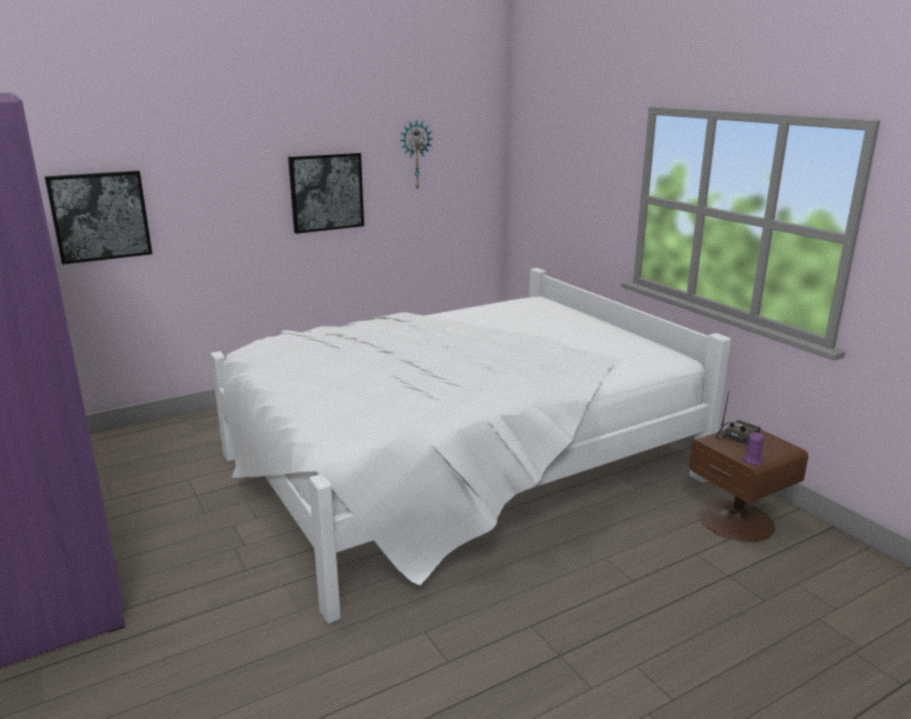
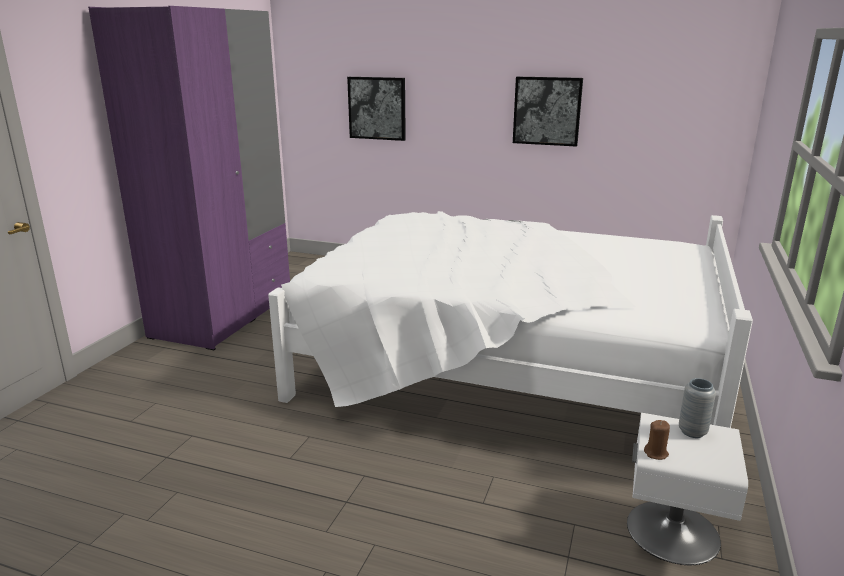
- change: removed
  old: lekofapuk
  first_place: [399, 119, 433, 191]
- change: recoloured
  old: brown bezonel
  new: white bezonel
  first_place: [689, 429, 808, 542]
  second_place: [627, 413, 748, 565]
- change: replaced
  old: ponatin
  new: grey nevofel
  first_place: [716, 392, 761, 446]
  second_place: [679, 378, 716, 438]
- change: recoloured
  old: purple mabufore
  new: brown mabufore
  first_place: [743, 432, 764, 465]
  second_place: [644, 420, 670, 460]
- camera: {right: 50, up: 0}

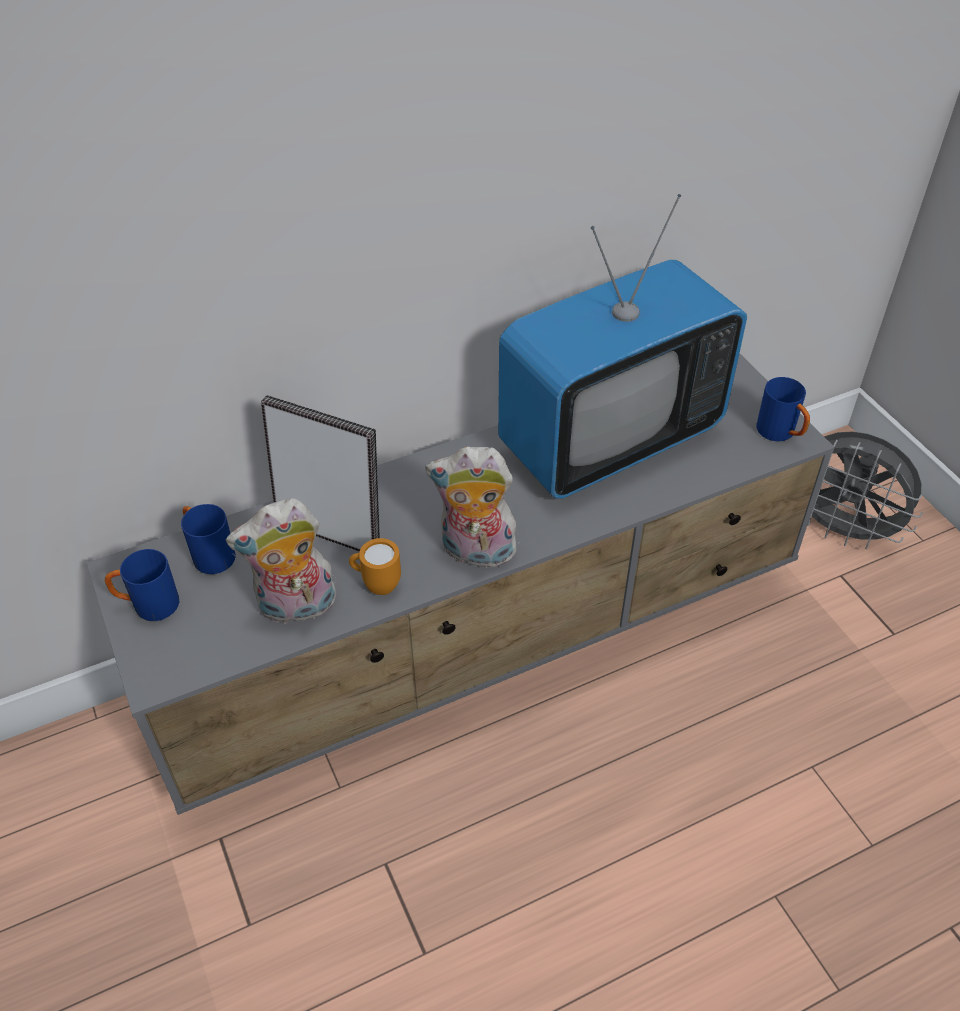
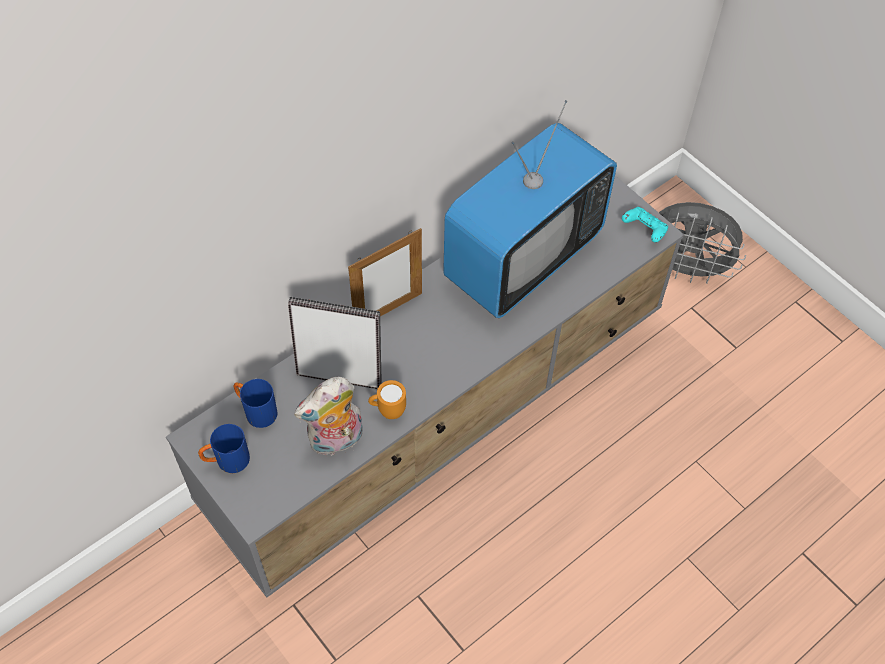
- change: removed
  old: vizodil
  first_place: [425, 447, 517, 568]
- change: replaced
  old: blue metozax
  new: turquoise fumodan
  first_place: [756, 377, 810, 442]
  second_place: [622, 207, 668, 242]
- change: added
  new: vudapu
  second_place: [348, 228, 422, 316]
- camera: {right: -15, up: 10}

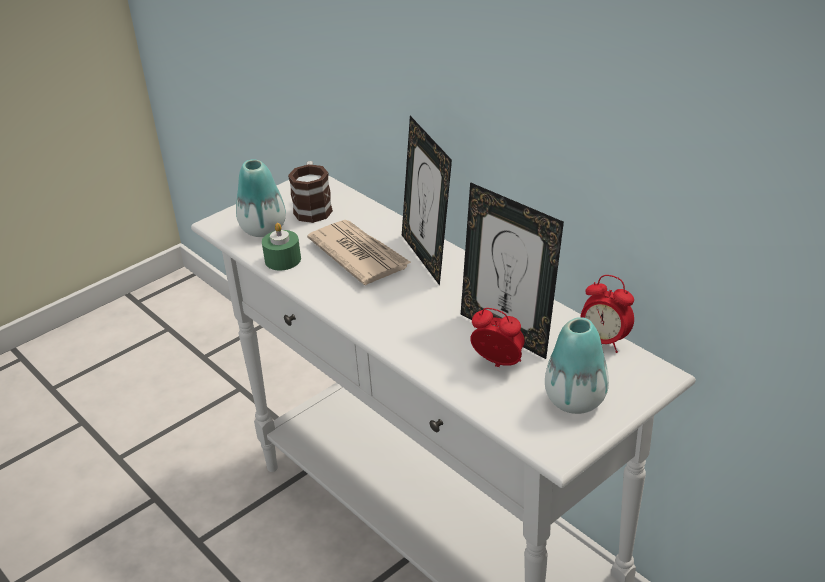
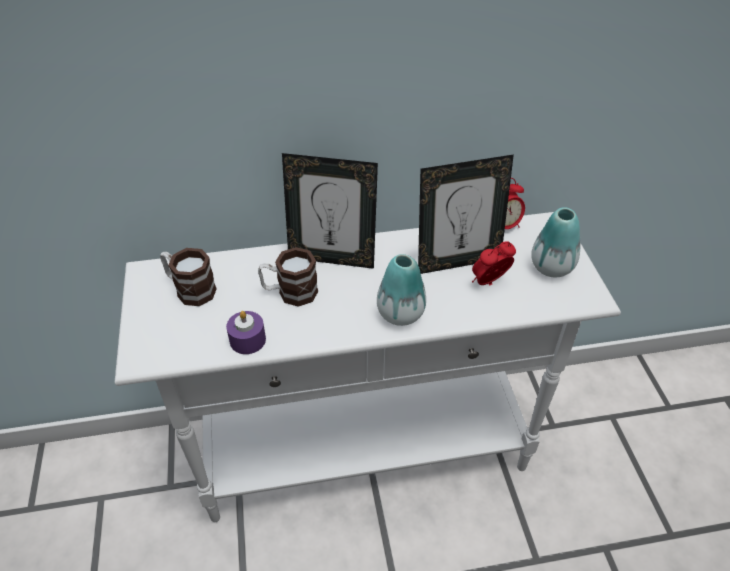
- change: moved
  old: nevofel
  first_place: [236, 159, 286, 237]
  second_place: [377, 254, 426, 326]
- change: recoloured
  old: green mabufore
  new: purple mabufore
  first_place: [262, 223, 301, 270]
  second_place: [226, 311, 266, 354]
- change: replaced
  old: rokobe
  new: metozax
  first_place: [307, 220, 412, 285]
  second_place: [258, 247, 318, 307]
- camera: {right: -60, up: 10}

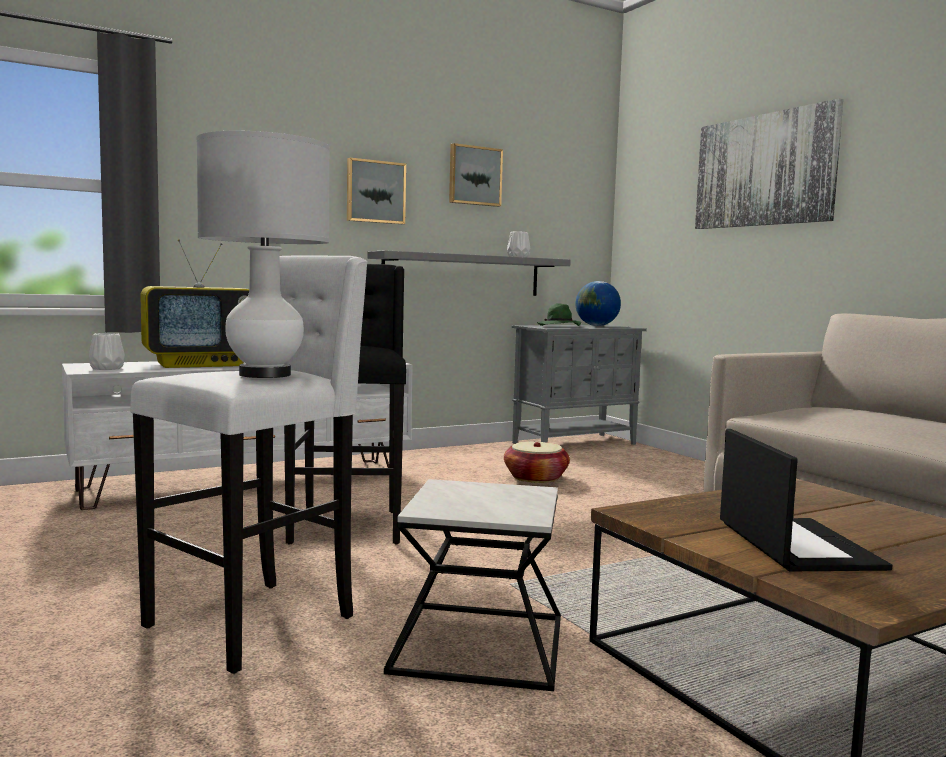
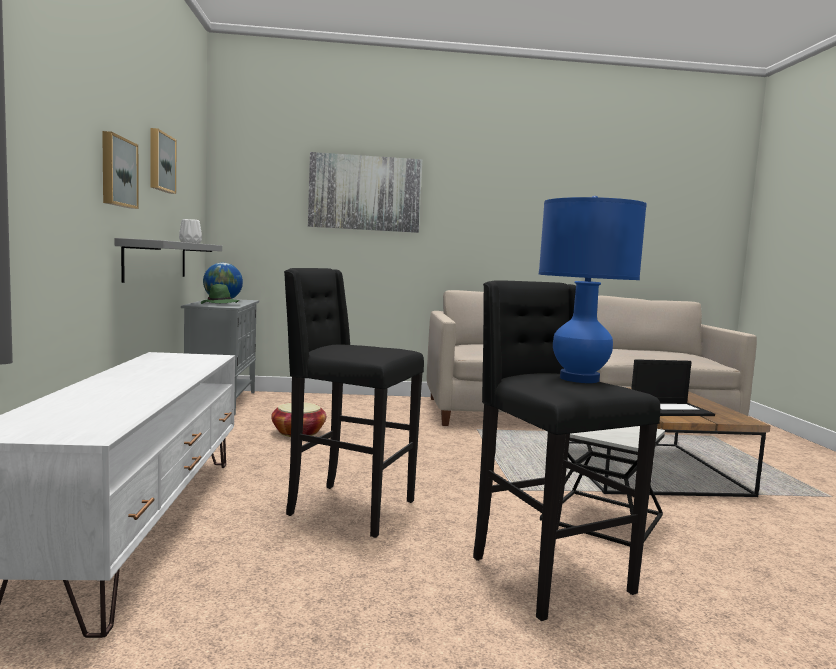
- change: removed
  old: white nevofel
  first_place: [89, 333, 125, 370]
- change: recoloured
  old: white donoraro
  new: black donoraro
  first_place: [130, 256, 368, 674]
  second_place: [473, 280, 660, 621]
- change: removed
  old: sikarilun
  first_place: [140, 239, 249, 368]
- change: recoloured
  old: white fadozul
  new: blue fadozul
  first_place: [197, 131, 330, 378]
  second_place: [539, 196, 647, 383]
- change: turned
  old: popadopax
  first_place: [720, 429, 892, 571]
  second_place: [631, 359, 715, 416]
  degrees: 150
- camera: {right: -65, up: 0}

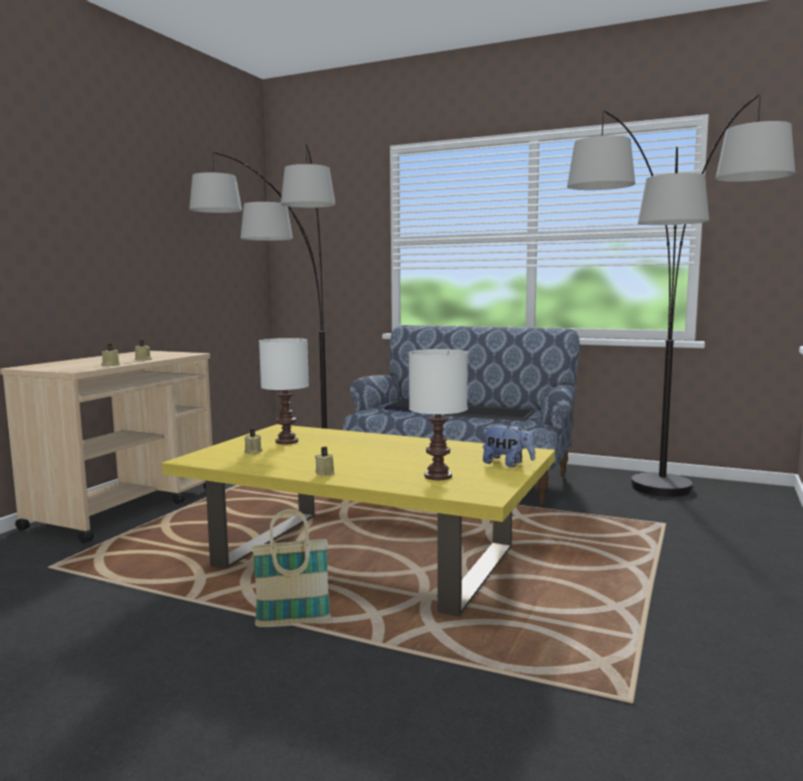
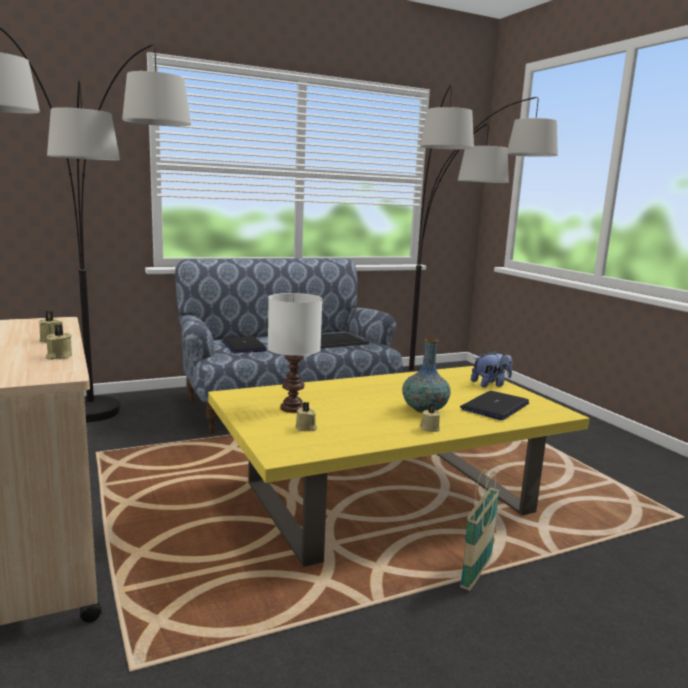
- change: replaced
  old: white fadozul
  new: popadopax
  first_place: [409, 349, 468, 480]
  second_place: [460, 391, 530, 420]
- change: added
  new: nevofel
  second_place: [402, 338, 451, 413]
- camera: {right: -50, up: 5}

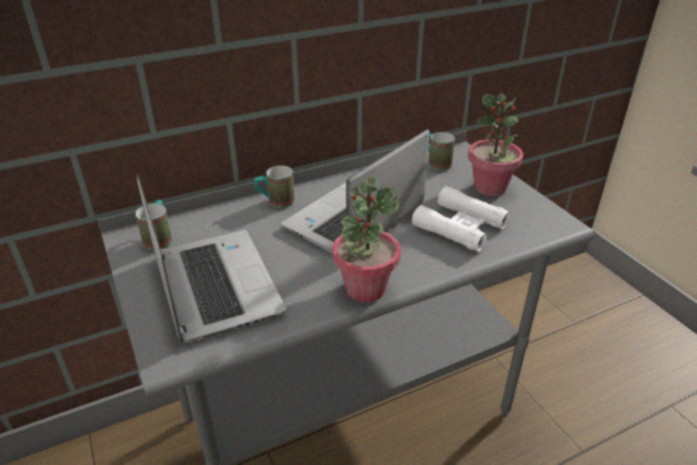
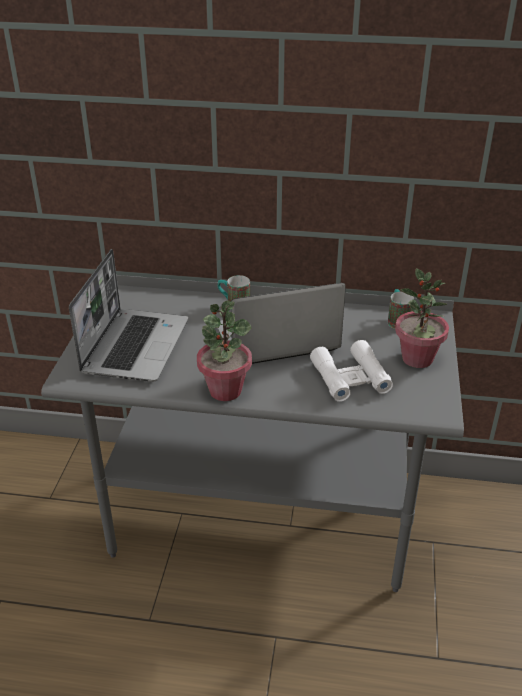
- change: removed
  old: metozax
  first_place: [136, 200, 172, 251]
- camera: {right: 35, up: 0}

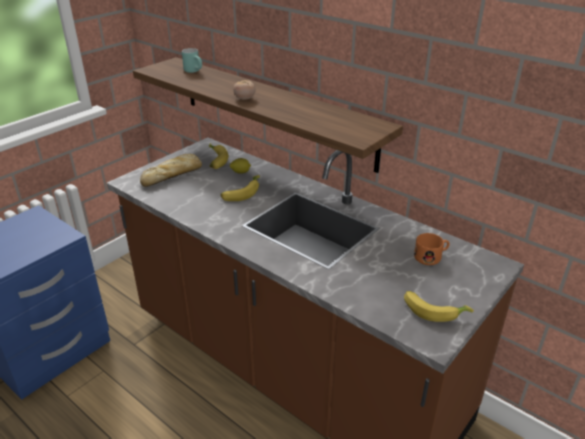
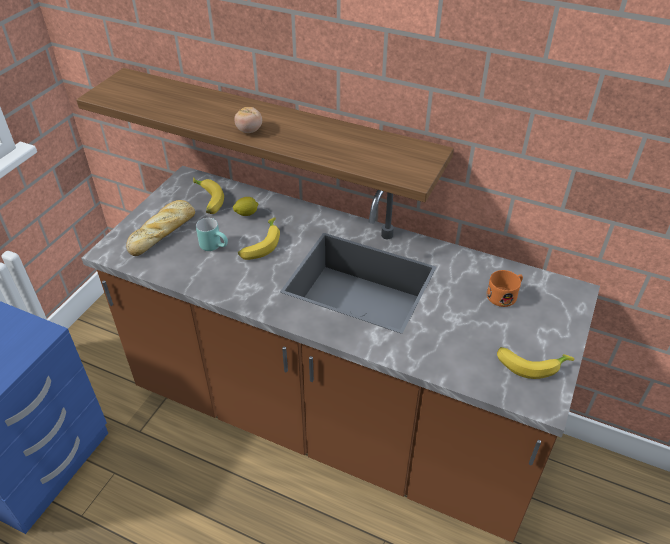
- change: moved
  old: turquoise metozax
  first_place: [182, 48, 202, 73]
  second_place: [196, 218, 228, 251]
- camera: {right: -15, up: 10}

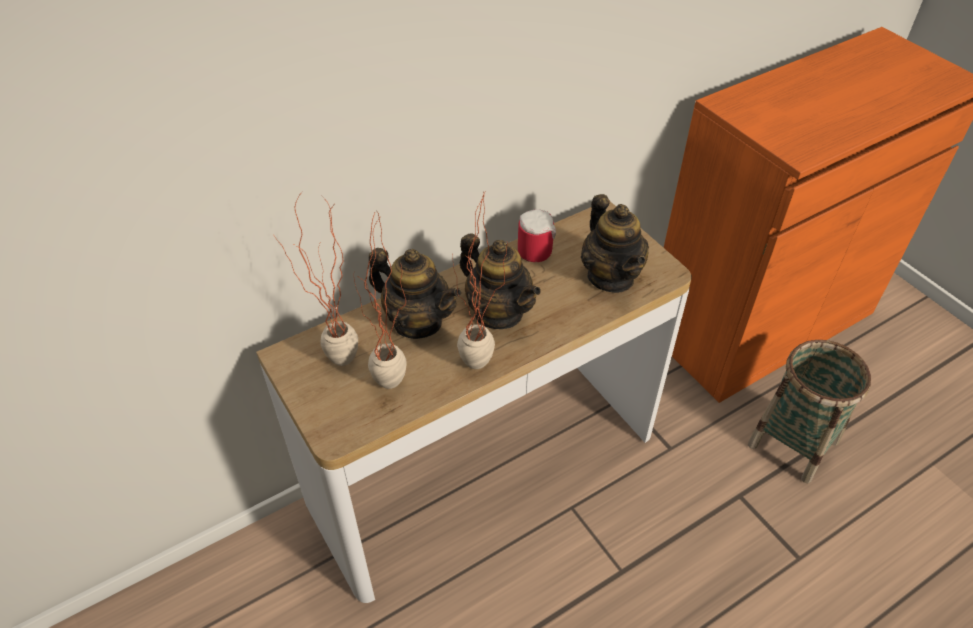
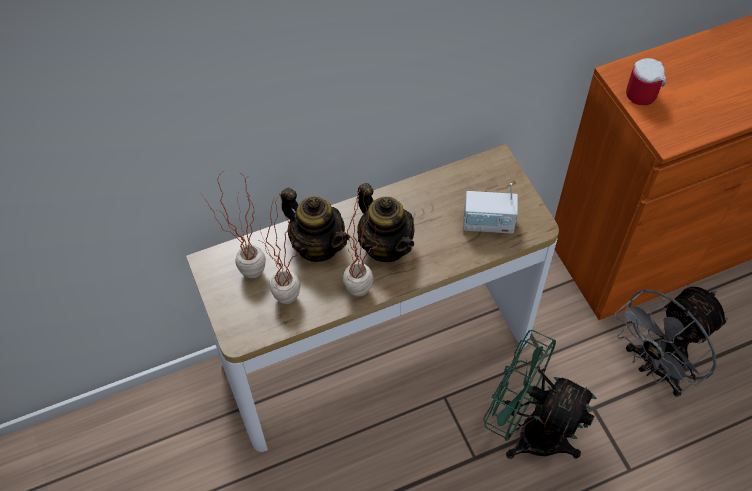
- change: moved
  old: metozax
  first_place: [518, 209, 556, 262]
  second_place: [626, 58, 666, 105]
- change: replaced
  old: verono
  new: ponatin
  first_place: [581, 194, 649, 293]
  second_place: [463, 183, 518, 234]
- change: replaced
  old: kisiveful
  new: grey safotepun
  first_place: [748, 340, 871, 484]
  second_place: [615, 287, 728, 397]
- change: added
  new: green safotepun
  second_place: [483, 330, 597, 459]
- camera: {right: 10, up: 10}

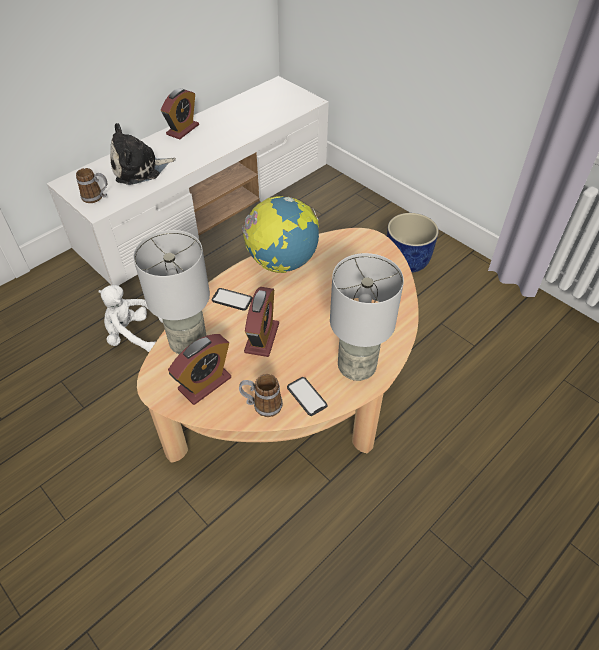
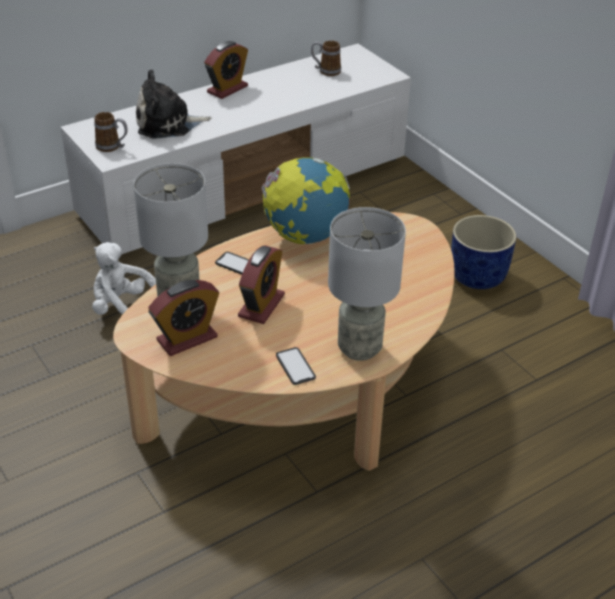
- change: moved
  old: metozax
  first_place: [239, 374, 283, 417]
  second_place: [311, 40, 341, 76]
- camera: {right: 10, up: -10}

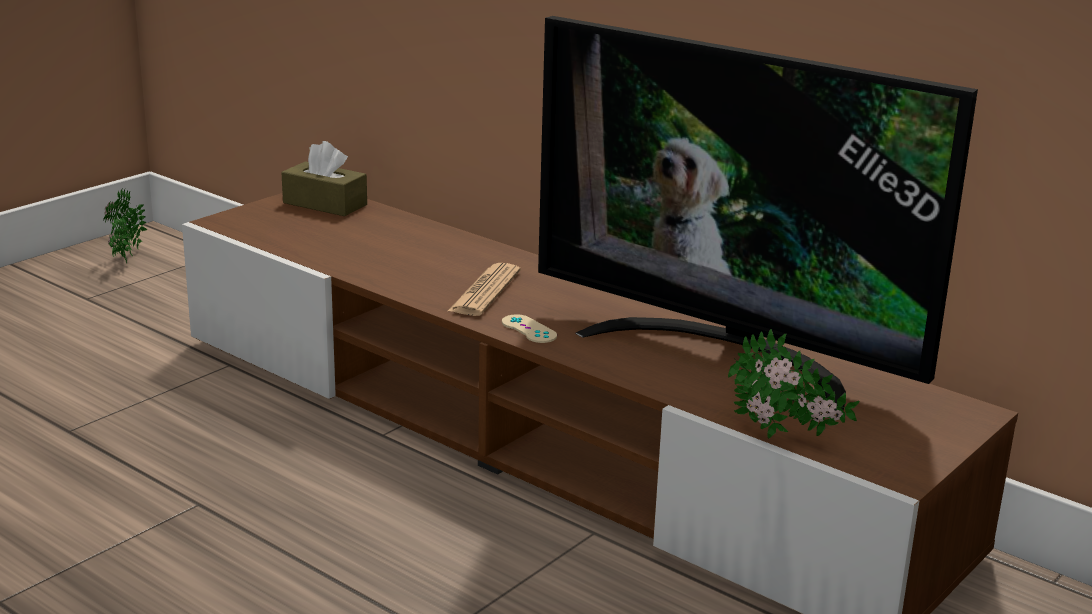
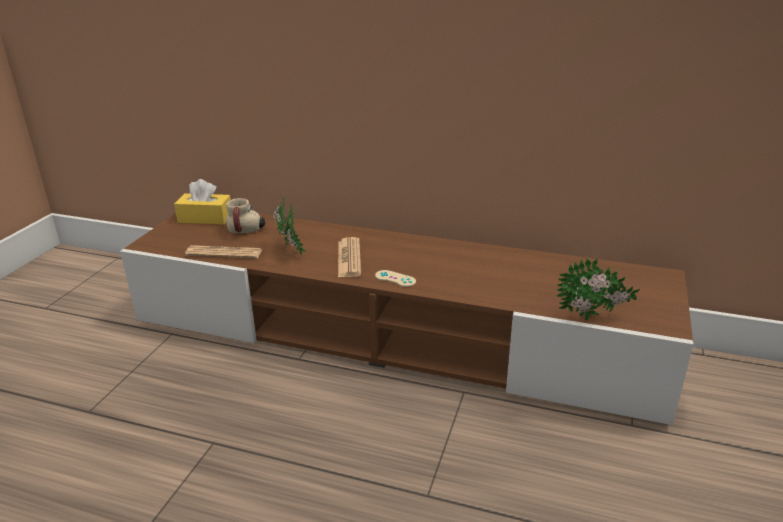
- change: moved
  old: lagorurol
  first_place: [103, 189, 147, 266]
  second_place: [273, 193, 306, 254]
- change: recoloured
  old: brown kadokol
  new: yellow kadokol
  first_place: [281, 141, 367, 216]
  second_place: [174, 179, 231, 225]
- change: removed
  old: sikarilun
  first_place: [538, 16, 978, 411]
- change: added
  new: rokobe
  second_place: [185, 245, 263, 258]
- change: added
  new: metozax
  second_place: [226, 198, 266, 233]
- camera: {right: -20, up: 5}

